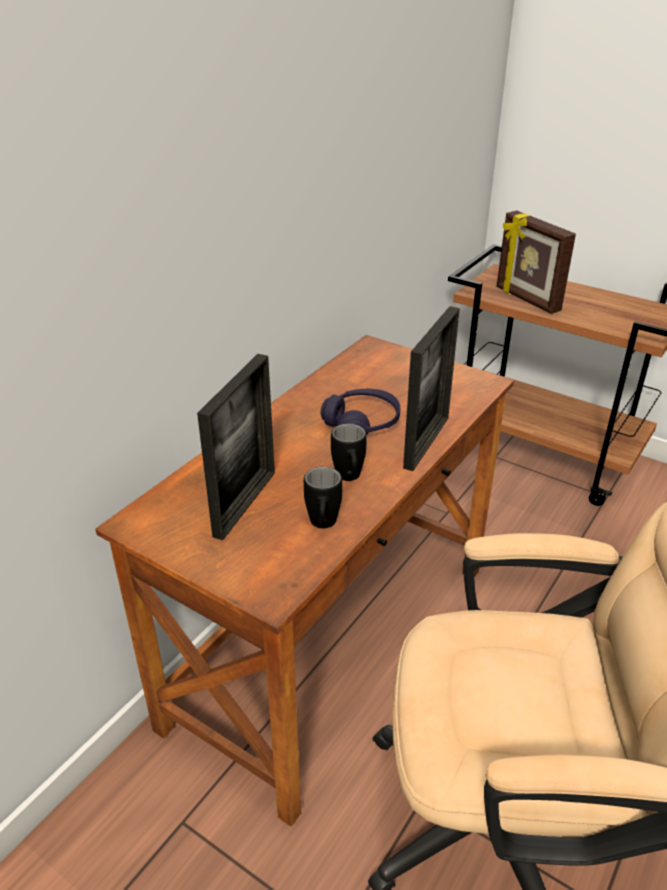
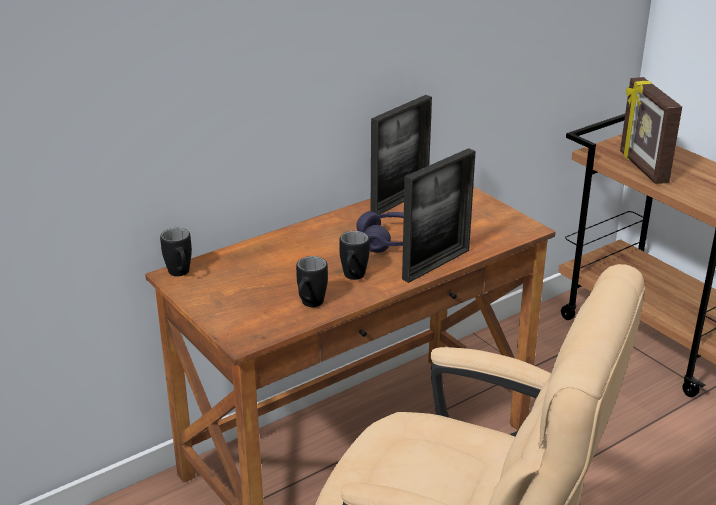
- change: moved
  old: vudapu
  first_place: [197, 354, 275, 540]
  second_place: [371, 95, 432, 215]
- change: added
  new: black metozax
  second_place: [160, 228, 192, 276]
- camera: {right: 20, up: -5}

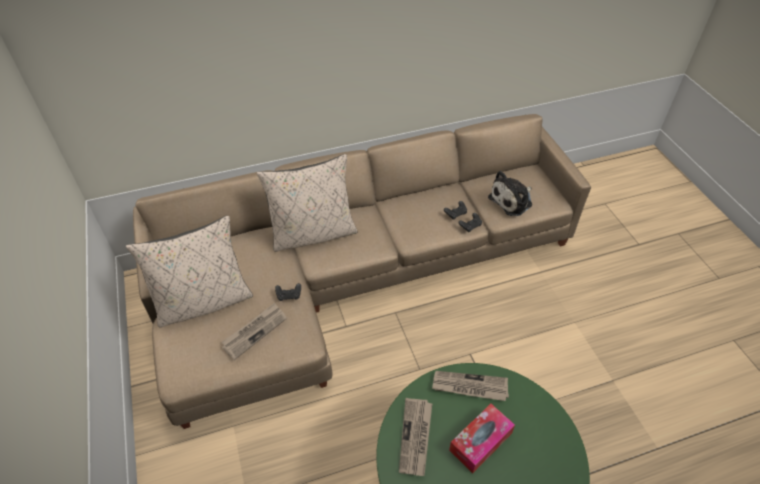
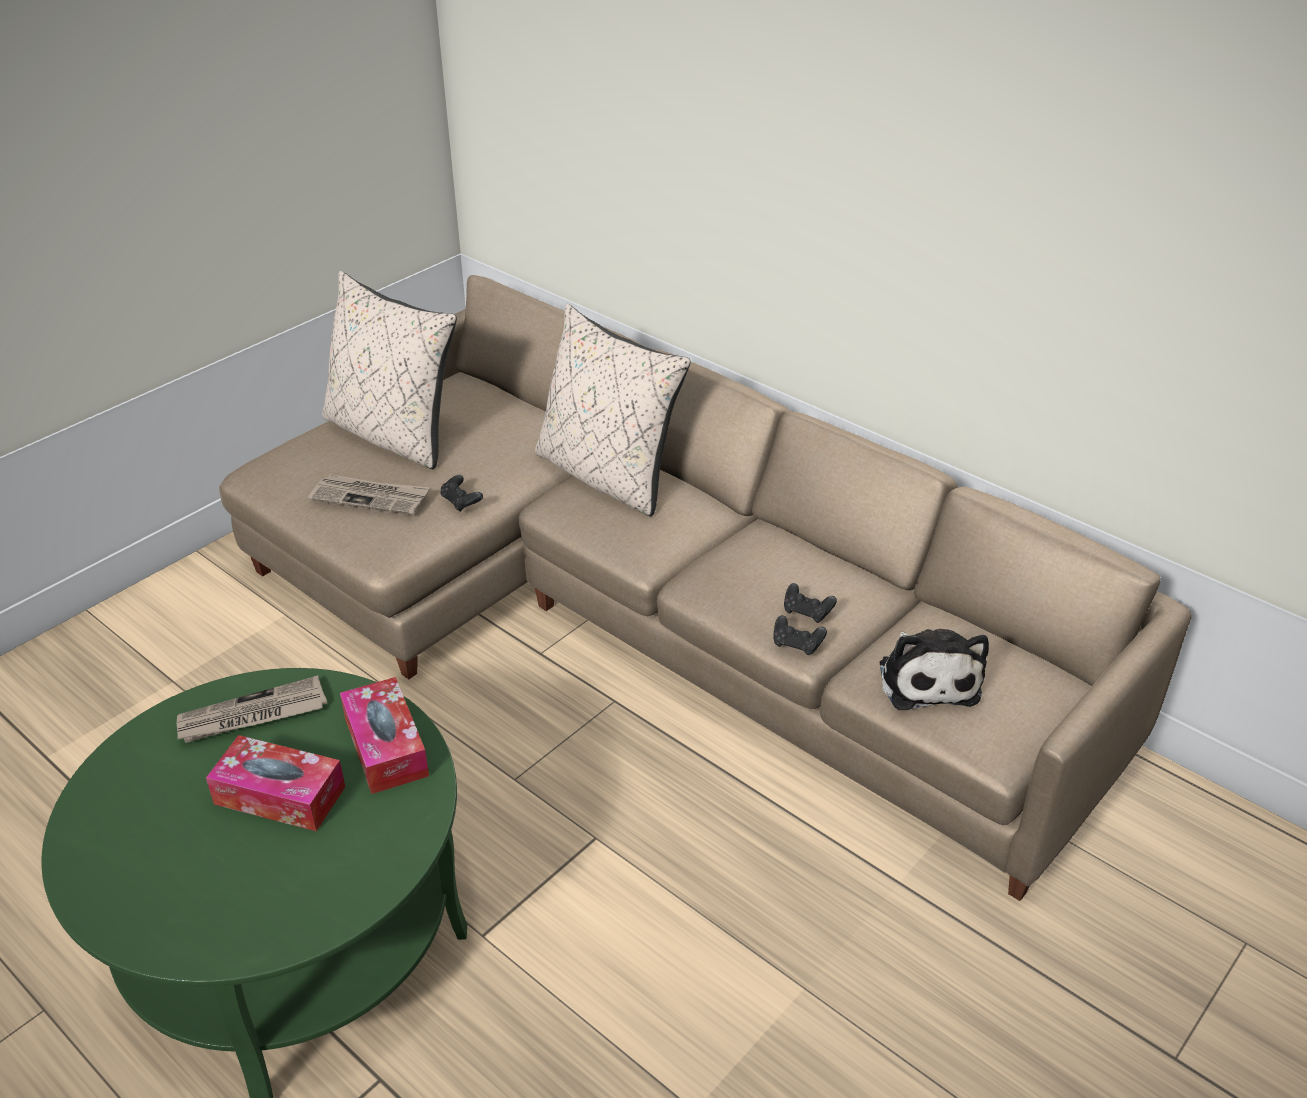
- change: replaced
  old: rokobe
  new: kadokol
  first_place: [432, 371, 509, 401]
  second_place: [340, 677, 429, 794]
- change: turned
  old: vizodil
  first_place: [488, 171, 532, 216]
  second_place: [879, 629, 989, 710]
  degrees: -120
- camera: {right: 60, up: -10}

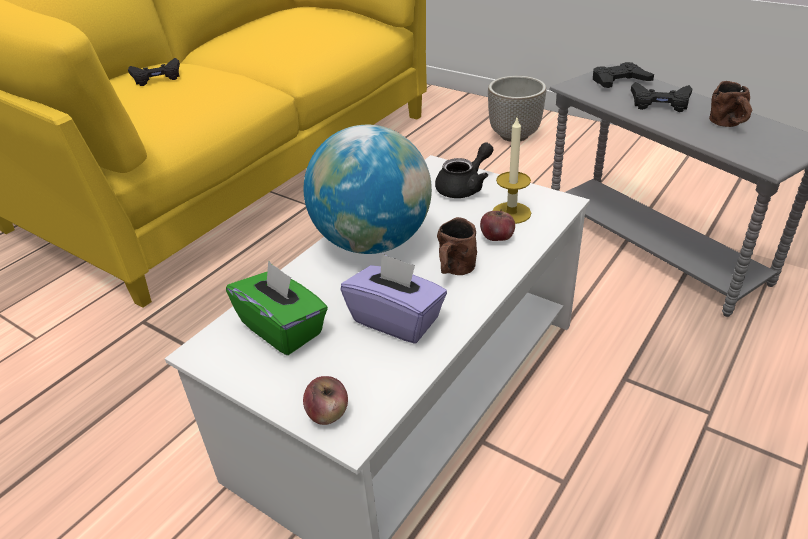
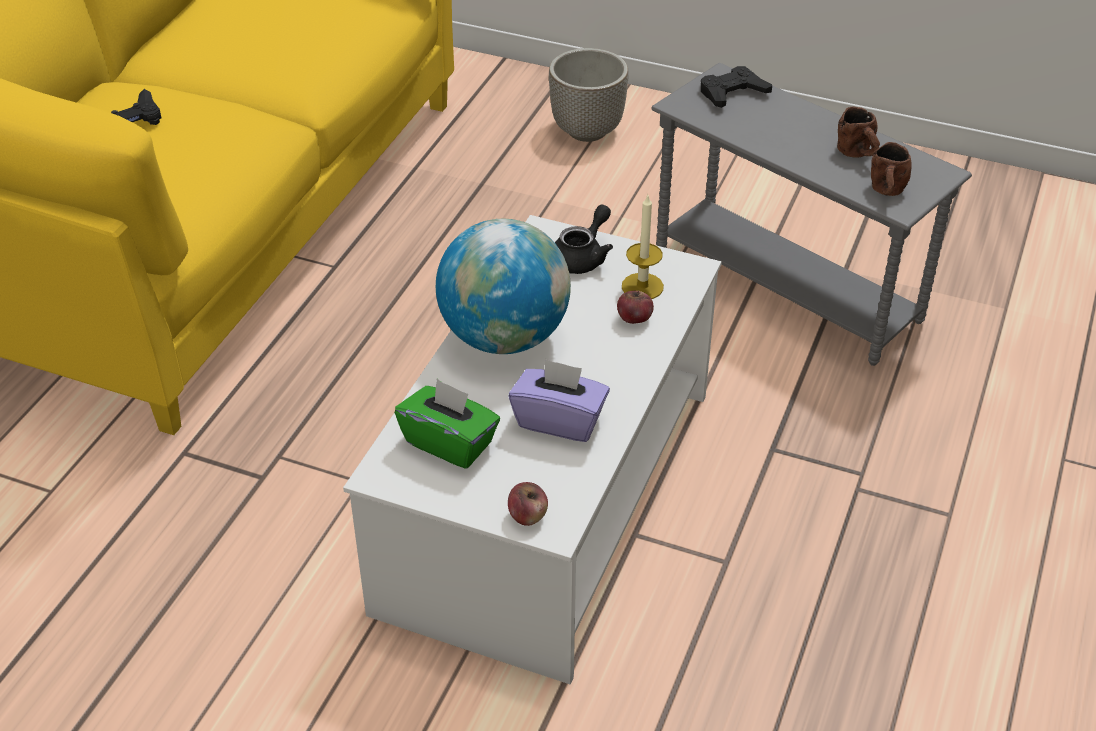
- change: moved
  old: brown metozax
  first_place: [437, 217, 477, 275]
  second_place: [871, 142, 912, 196]
- change: removed
  old: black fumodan
  first_place: [631, 82, 692, 112]
- camera: {right: -15, up: 5}

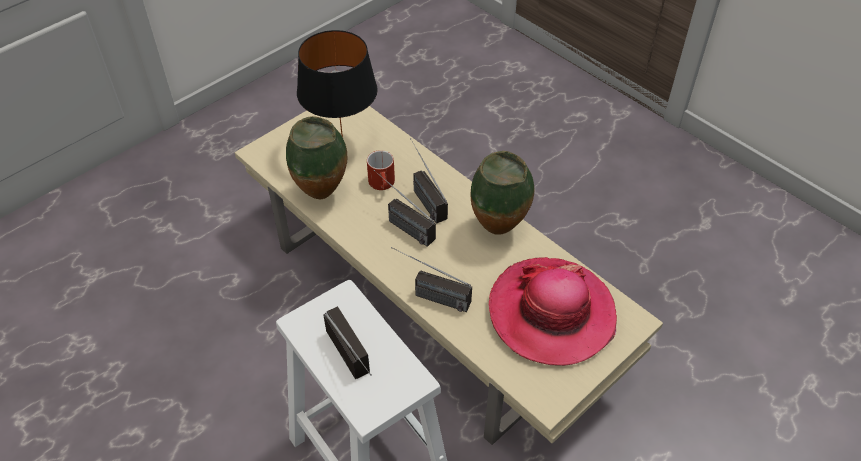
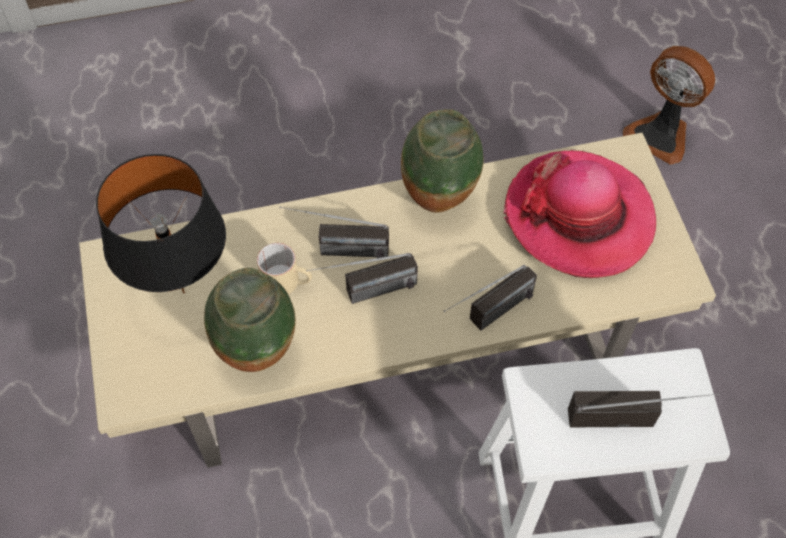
- change: recoloured
  old: red metozax
  new: beige metozax
  first_place: [367, 150, 395, 190]
  second_place: [257, 243, 312, 294]
- change: added
  new: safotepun
  second_place: [623, 46, 715, 165]
- camera: {right: -60, up: 10}

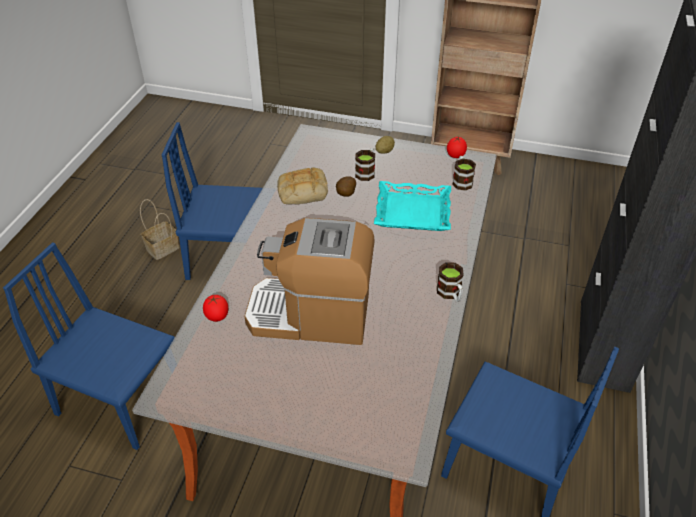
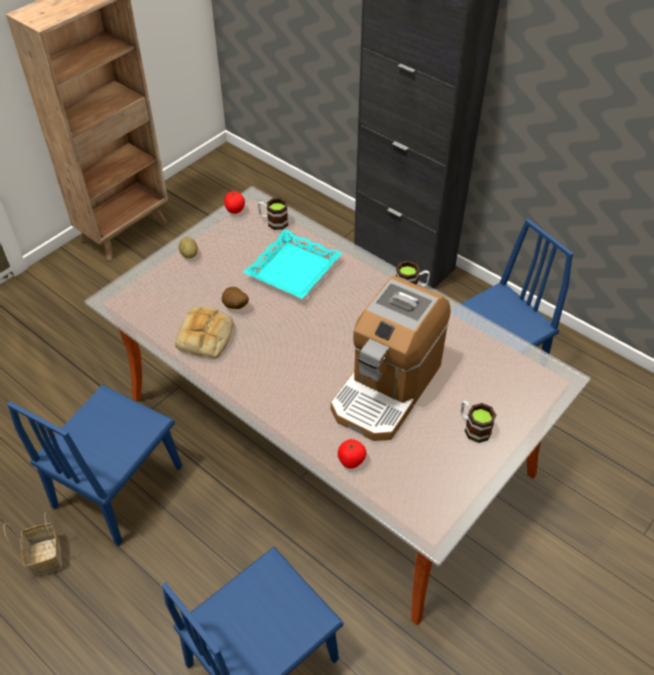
- change: moved
  old: metozax
  first_place: [355, 148, 375, 181]
  second_place: [460, 400, 496, 443]
- camera: {right: -65, up: 5}

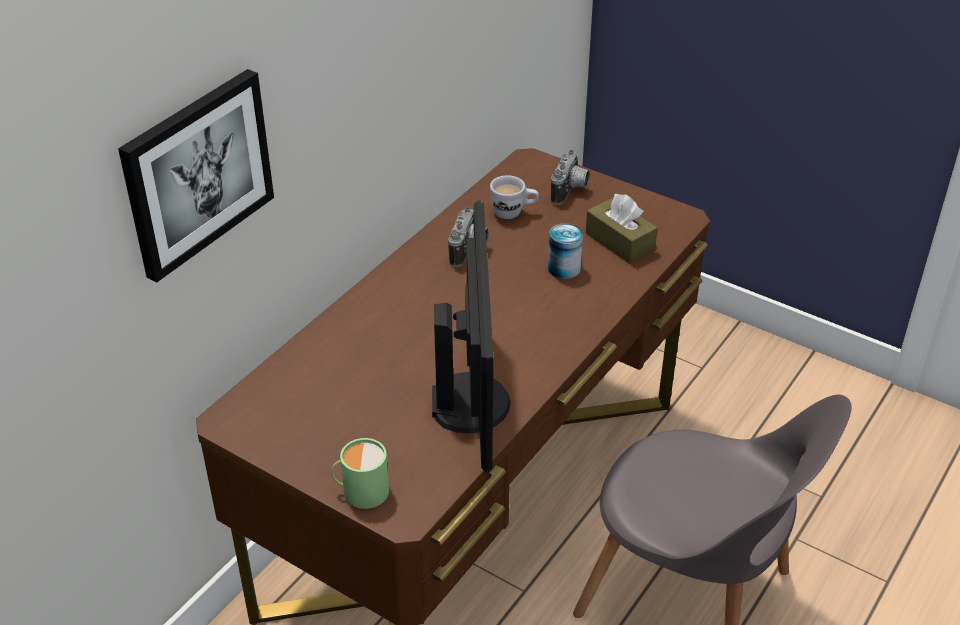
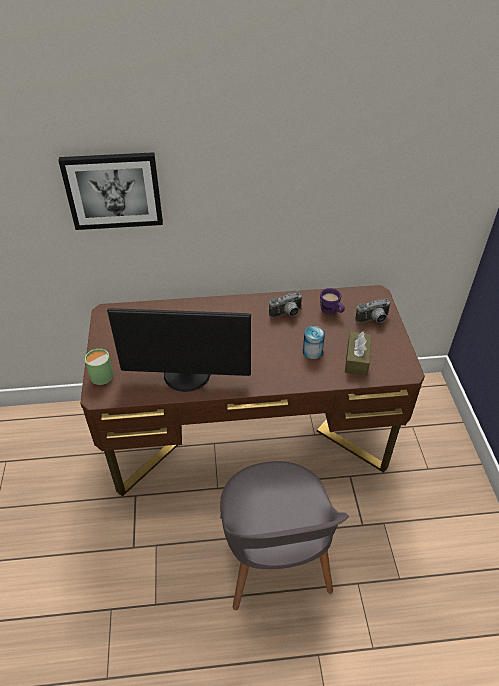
- change: turned
  old: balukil
  first_place: [432, 200, 511, 472]
  second_place: [107, 308, 251, 392]
  degrees: 45
- change: recoloured
  old: white metozax
  new: purple metozax
  first_place: [490, 175, 539, 219]
  second_place: [320, 288, 345, 314]
- camera: {right: 50, up: 5}

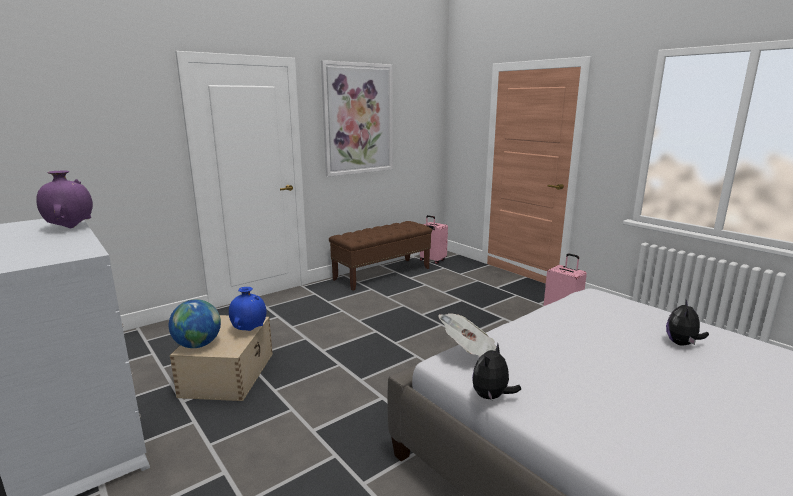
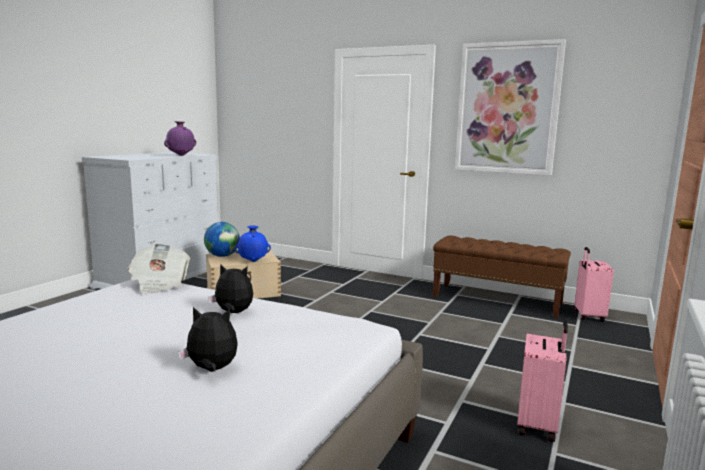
- change: moved
  old: vizodil
  first_place: [472, 343, 521, 400]
  second_place: [208, 264, 253, 313]
- camera: {right: 65, up: -5}

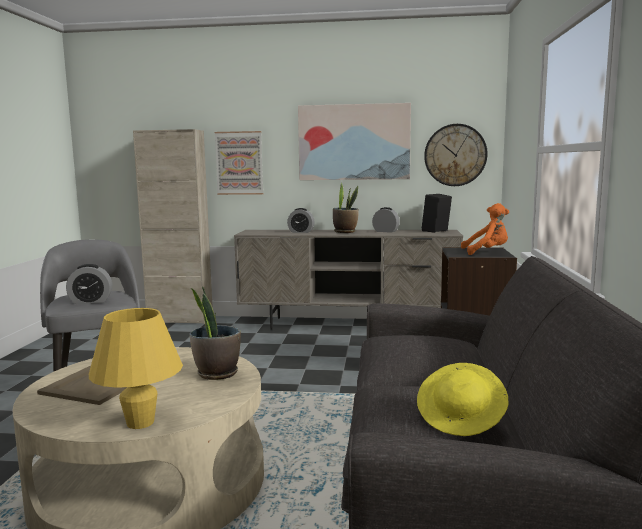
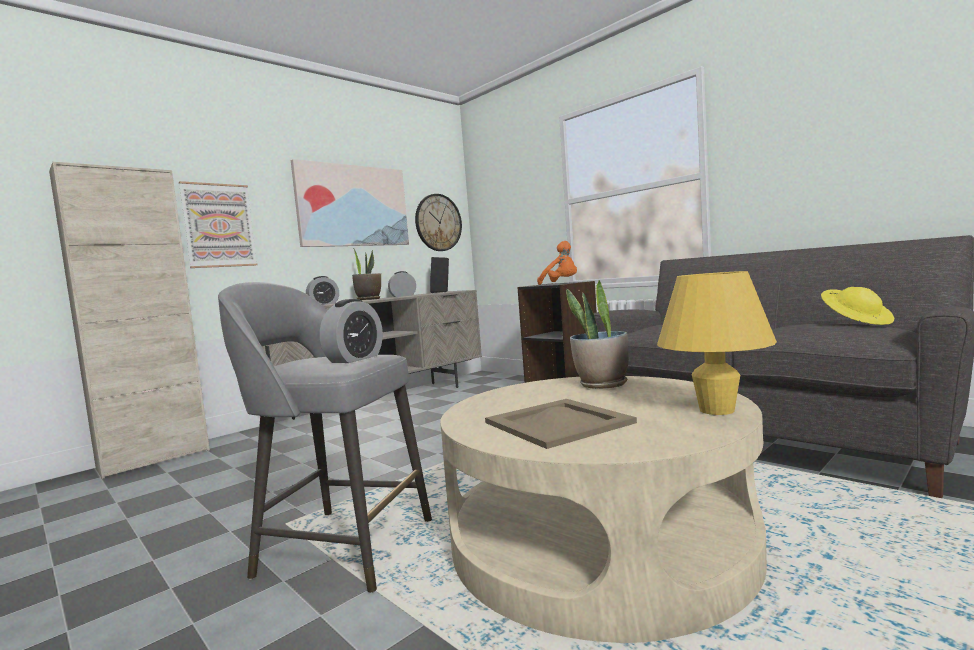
- change: turned
  old: orange vizodil
  first_place: [461, 203, 509, 255]
  second_place: [537, 241, 577, 285]
  degrees: 90
- camera: {right: -50, up: -5}

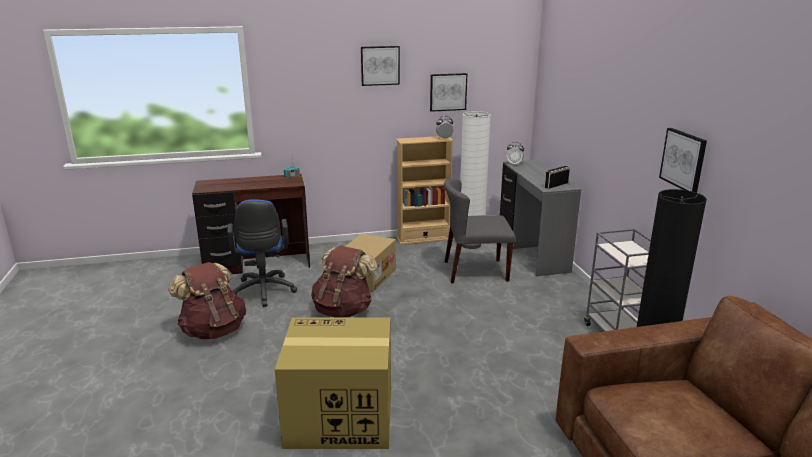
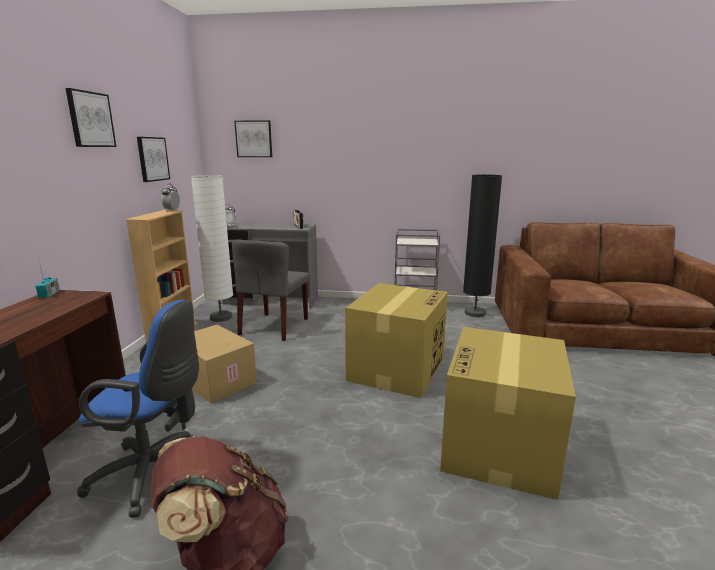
- change: removed
  old: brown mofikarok
  first_place: [311, 245, 377, 318]
- change: moved
  old: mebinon
  first_place: [659, 128, 707, 193]
  second_place: [234, 120, 272, 157]
- change: added
  new: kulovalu
  second_place: [345, 283, 448, 398]
- camera: {right: -70, up: -5}

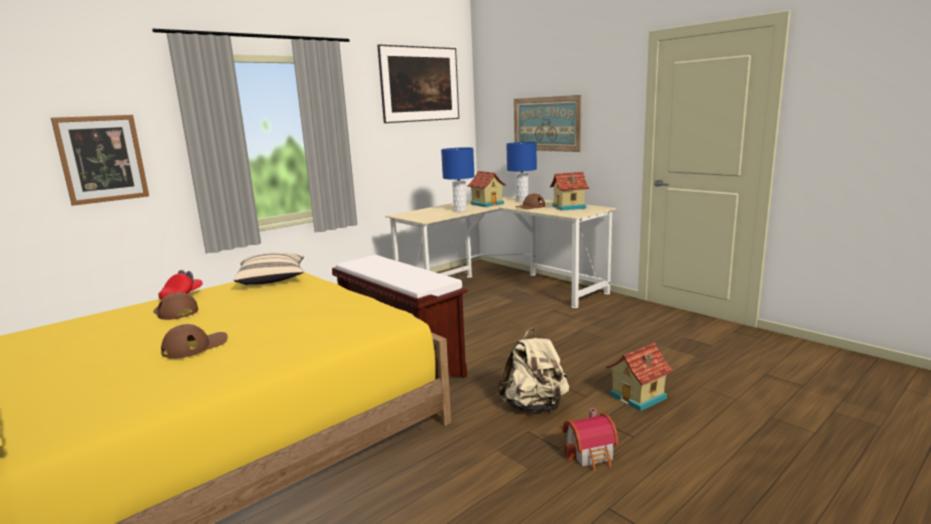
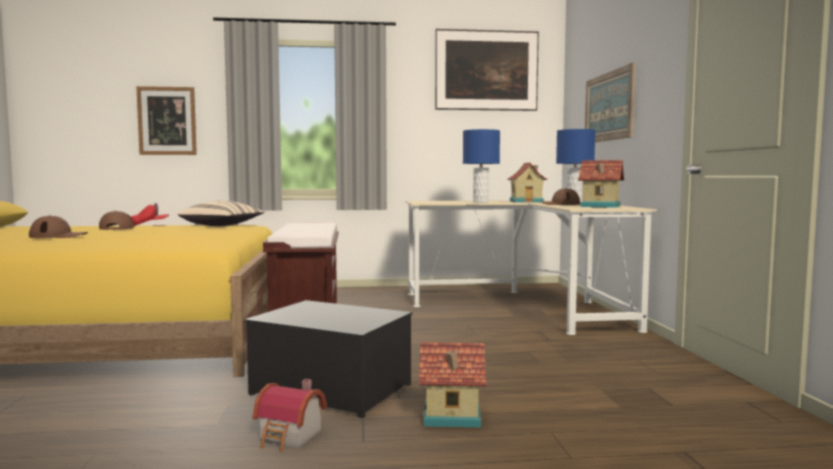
- change: replaced
  old: beige mofikarok
  new: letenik
  first_place: [498, 328, 569, 412]
  second_place: [245, 300, 413, 418]
- camera: {right: 35, up: -10}

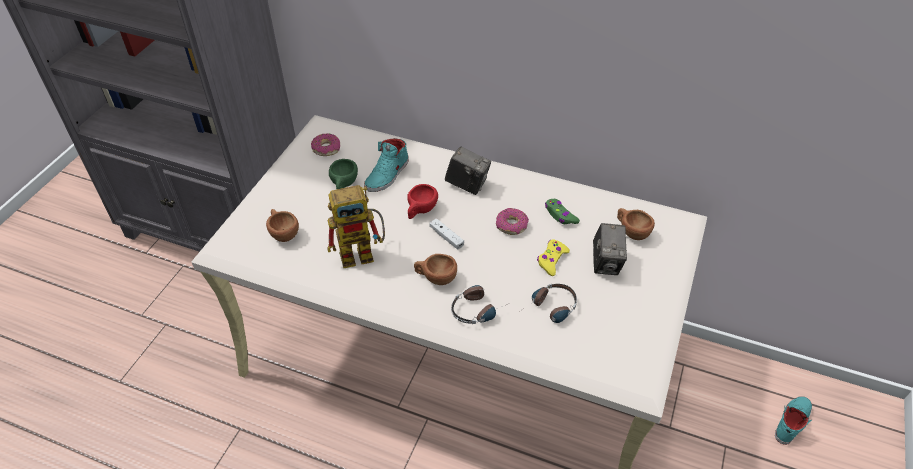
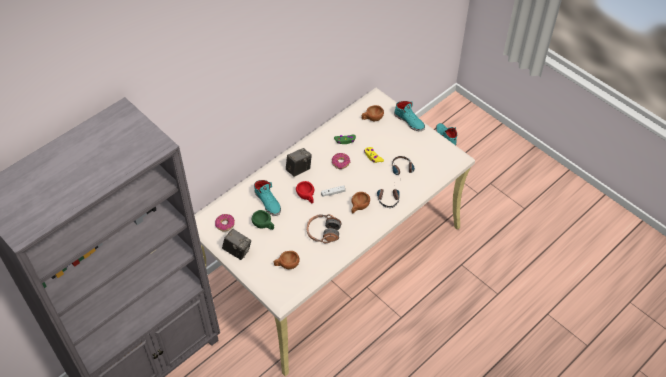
- change: replaced
  old: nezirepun
  new: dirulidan
  first_place: [327, 185, 385, 268]
  second_place: [307, 214, 342, 243]
- change: moved
  old: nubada
  first_place: [593, 223, 627, 275]
  second_place: [222, 229, 251, 260]
- change: added
  new: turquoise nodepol
  second_place: [394, 101, 425, 131]
- camera: {right: -65, up: 5}

